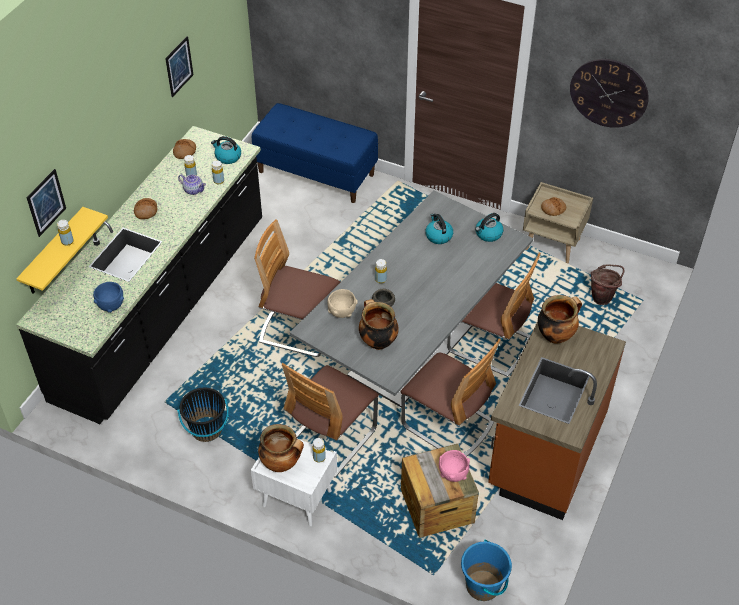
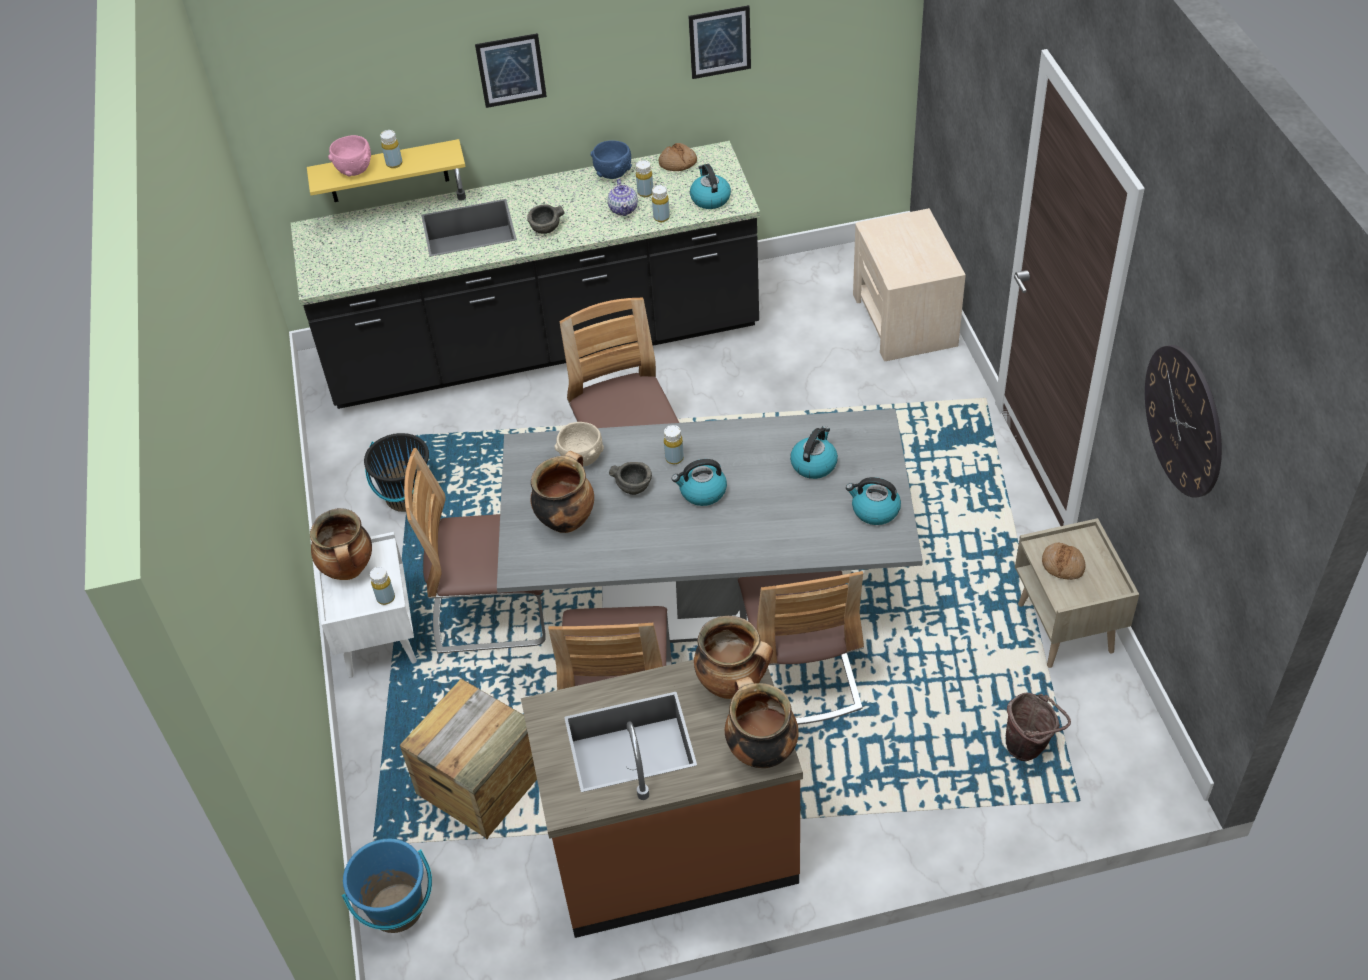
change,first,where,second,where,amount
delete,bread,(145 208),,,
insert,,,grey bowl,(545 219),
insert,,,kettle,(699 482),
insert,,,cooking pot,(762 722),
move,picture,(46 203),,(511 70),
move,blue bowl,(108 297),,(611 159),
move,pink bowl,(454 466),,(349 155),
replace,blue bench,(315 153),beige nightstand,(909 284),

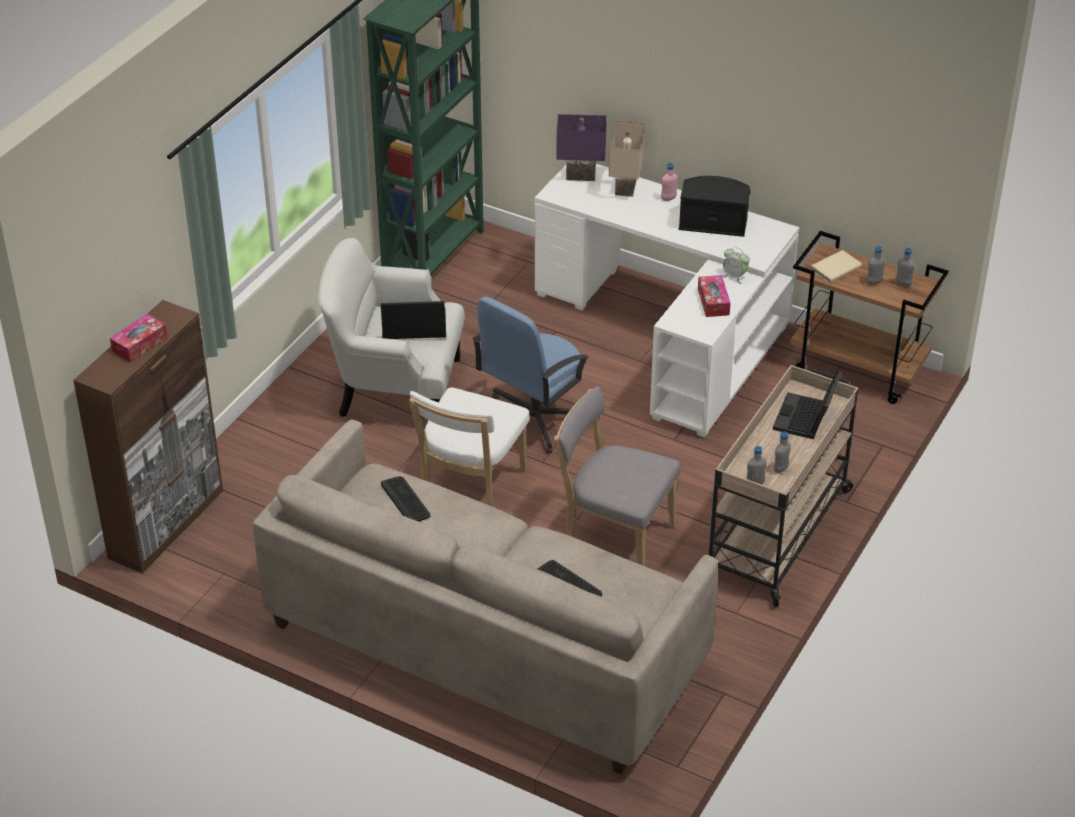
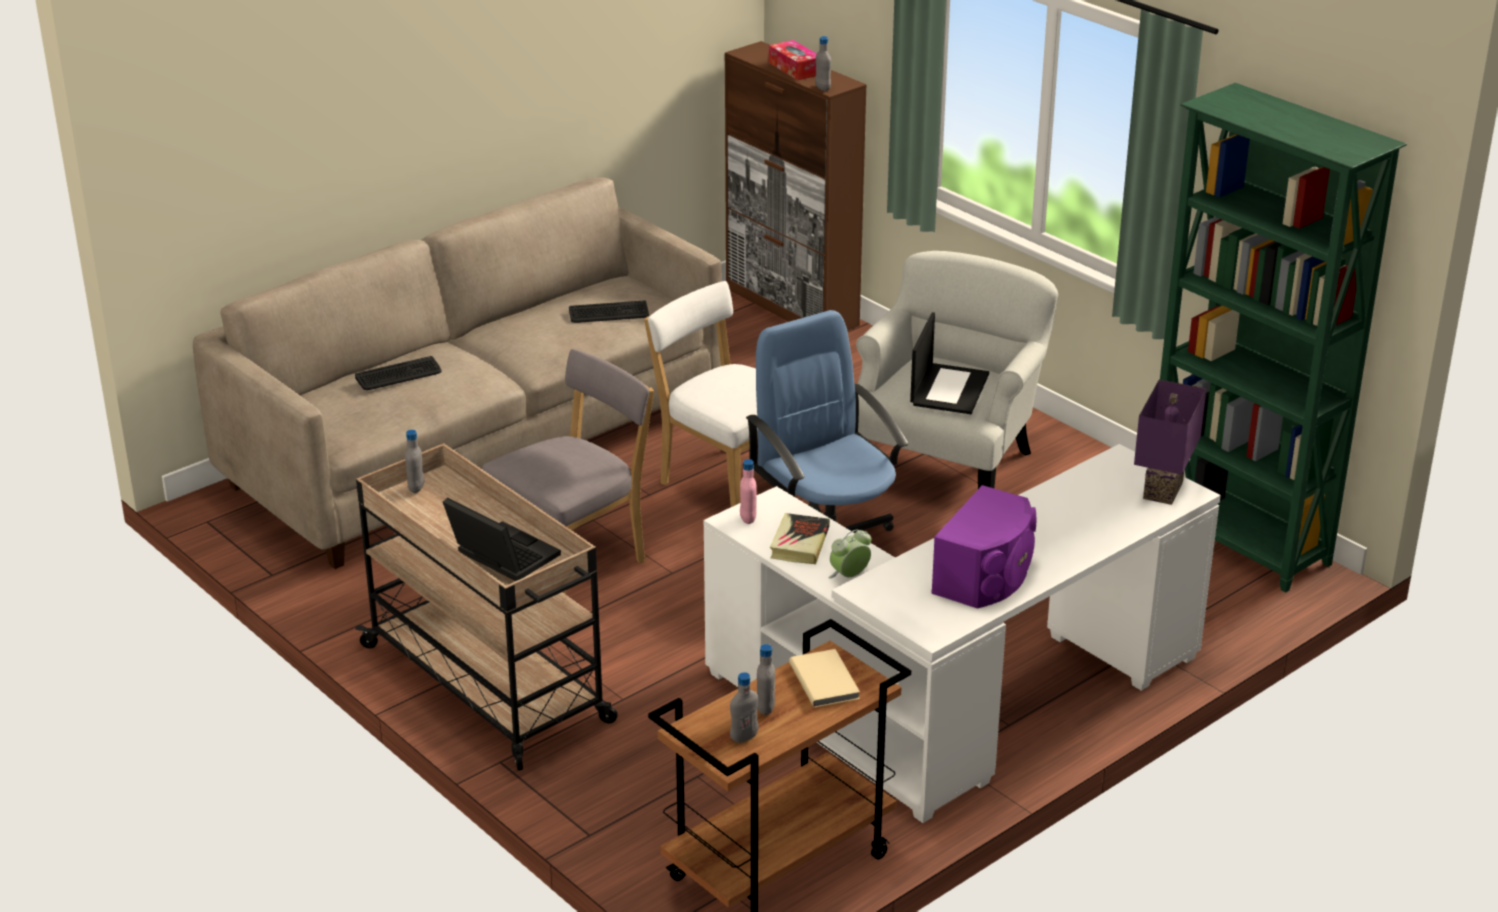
change,first,where,second,where,amount
delete,beige table lamp,(627 158),,,
move,pink bottle,(669 182),,(748 491),
move,grey bottle,(782 452),,(823 63),
replace,tissue box,(714 296),book,(800 538),
recolor,black speaker,(714 206),purple speaker,(983 546),

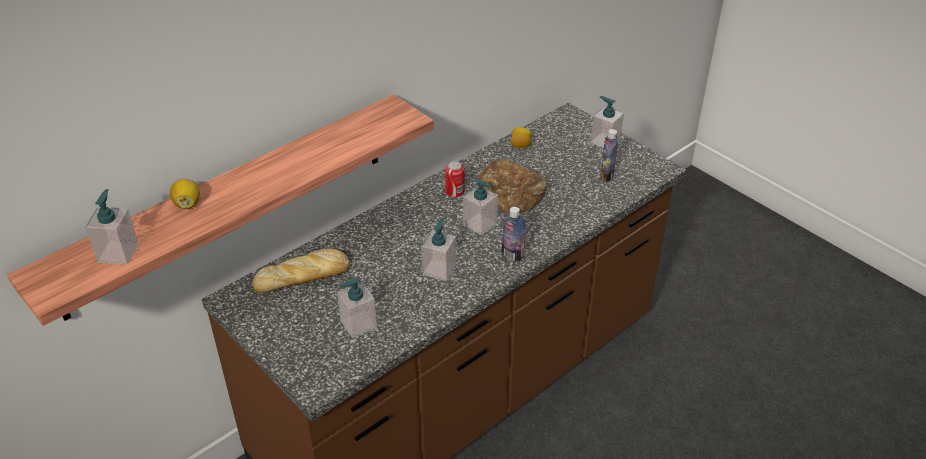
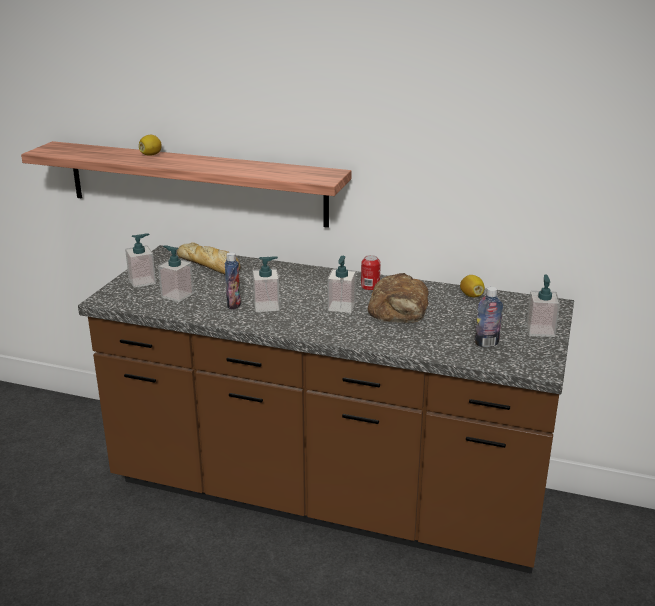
change,first,where,second,where,amount
move,soap dispenser,(112 227),,(140 260),
move,bottle,(514 234),,(233 280),

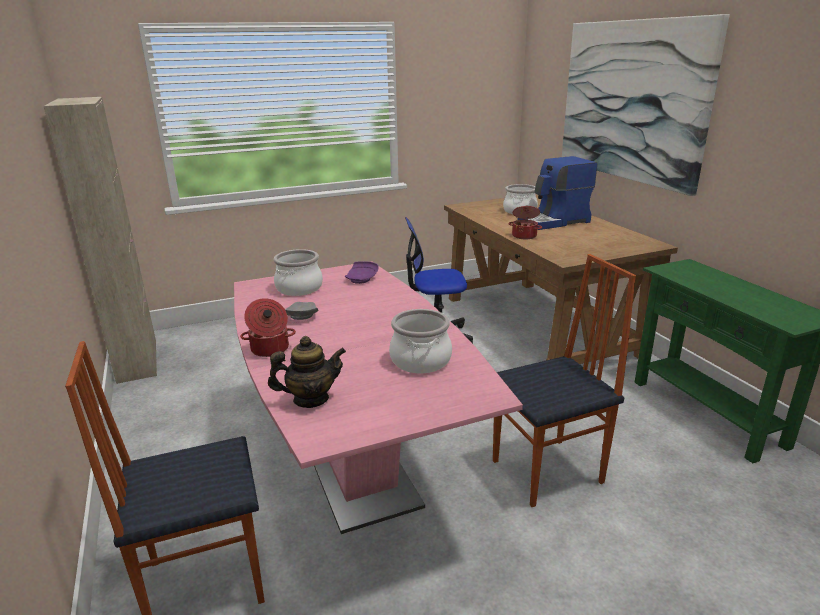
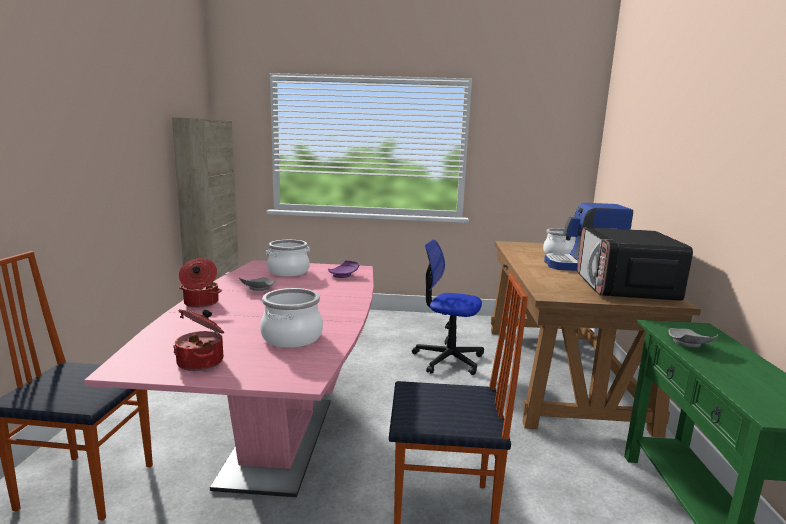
change,first,where,second,where,amount
delete,teapot,(307 372),,,
delete,picture,(646 105),,,
insert,,,microwave,(635 264),
insert,,,grey plate,(693 337),
move,cooking pot,(525 222),,(198 340),

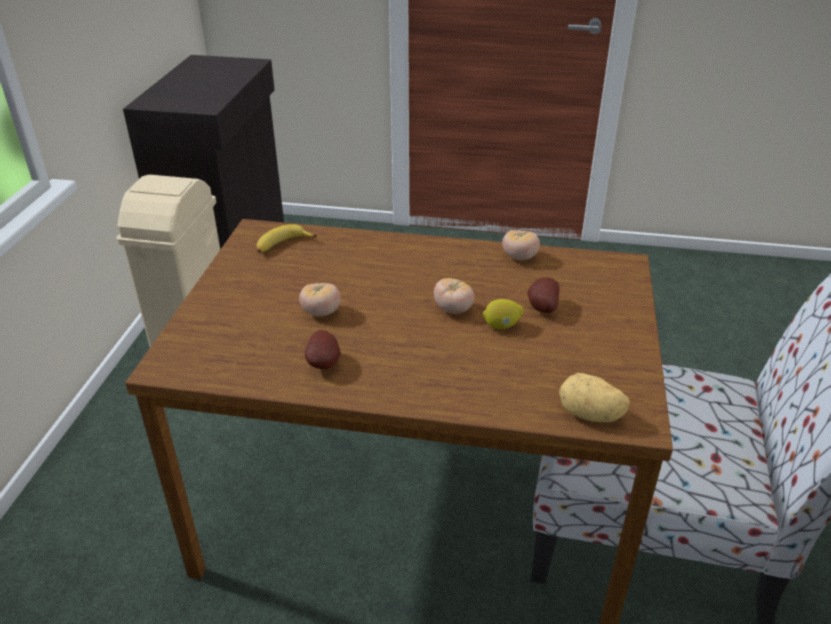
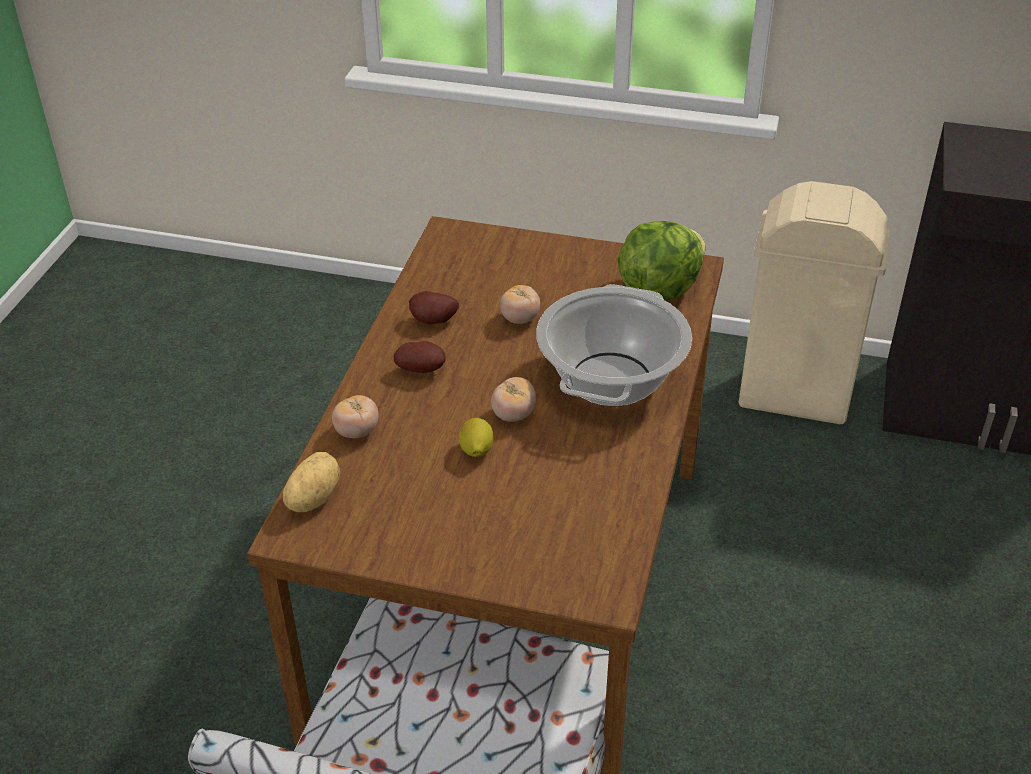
change,first,where,second,where,amount
insert,,,cooking pot,(614 345),
move,tomato,(521 245),,(355 416),
move,potato,(543 295),,(420 357),
replace,banana,(286 238),lettuce,(661 261),

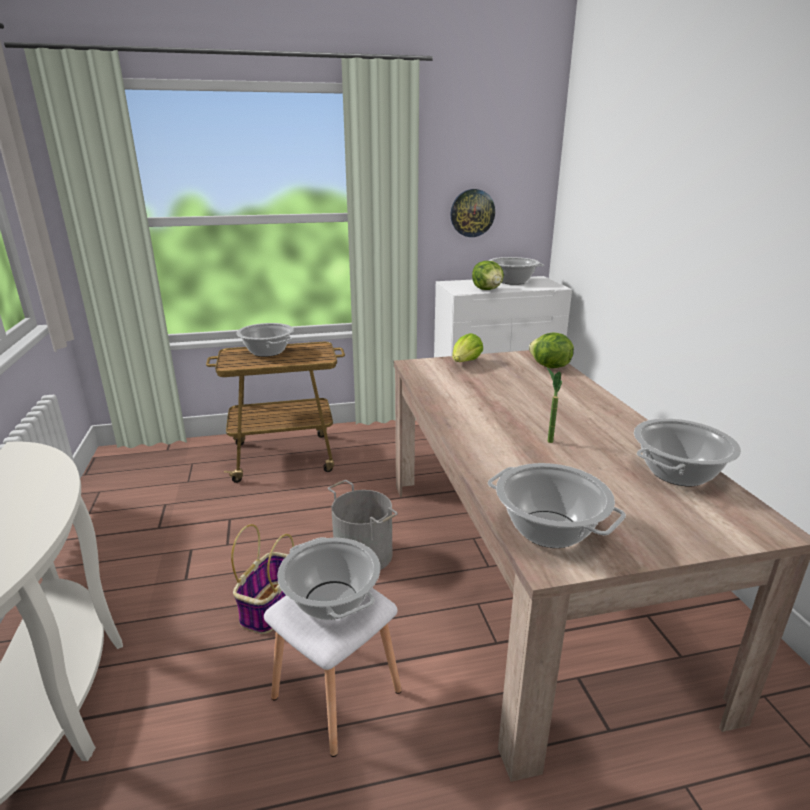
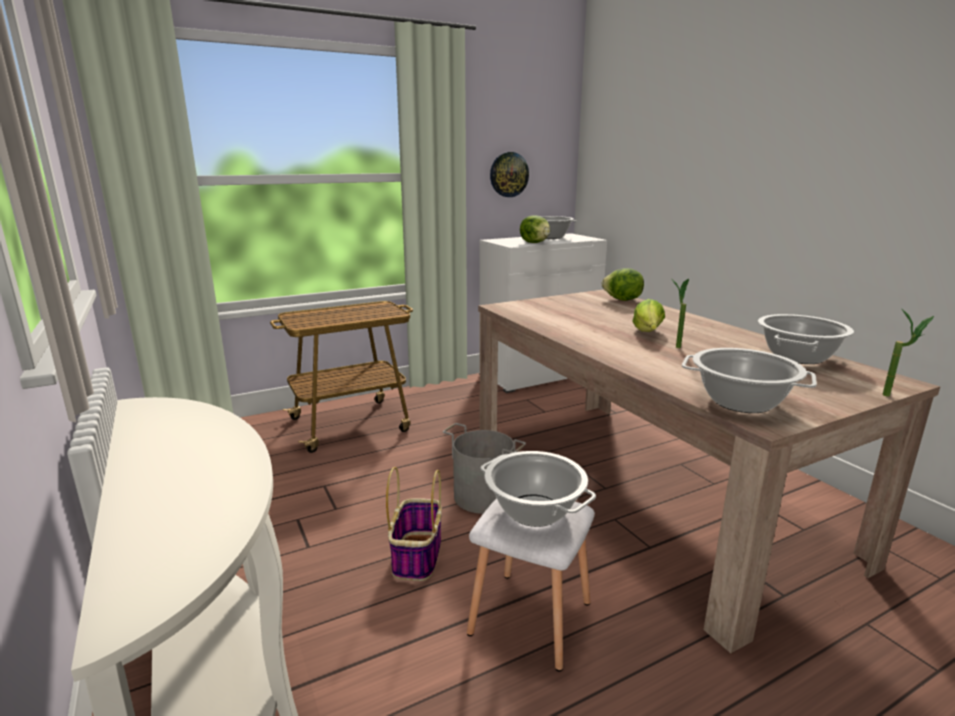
change,first,where,second,where,amount
delete,cooking pot,(265 340),,,
insert,,,potted plant,(908 352),
move,lettuce,(467 347),,(648 315),

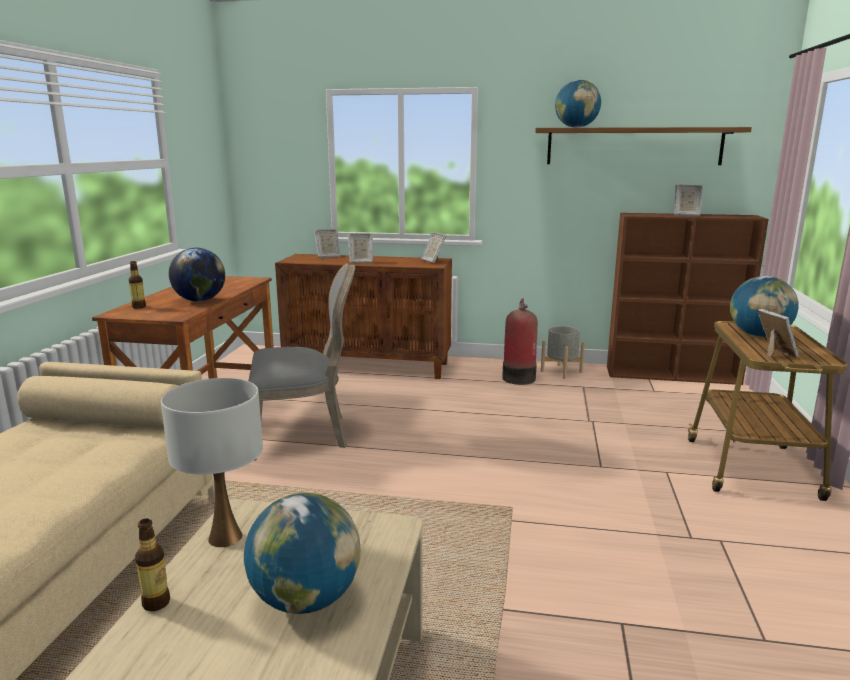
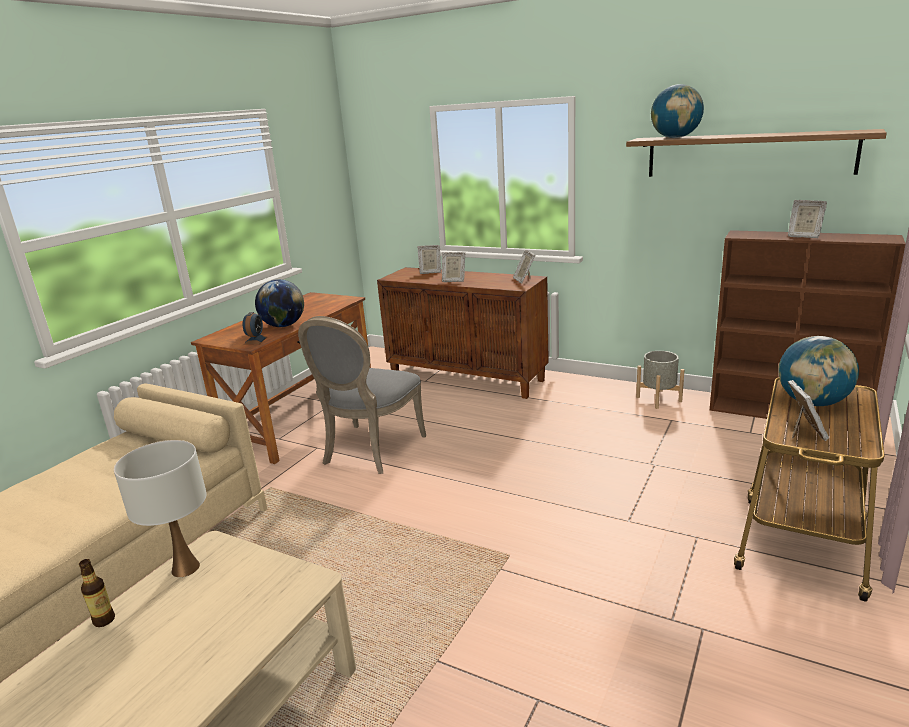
change,first,where,second,where,amount
delete,bottle,(137 285),,,
delete,globe,(302 553),,,
delete,fire extinguisher,(520 341),,,
insert,,,alarm clock,(255 328),
rotate,grey chair,(302 362),,(362 395),105 degrees clockwise

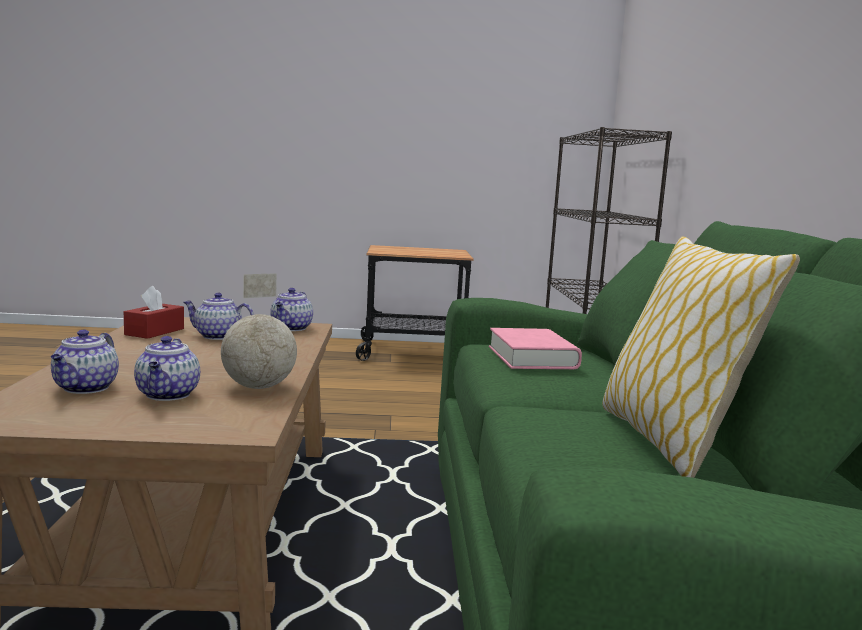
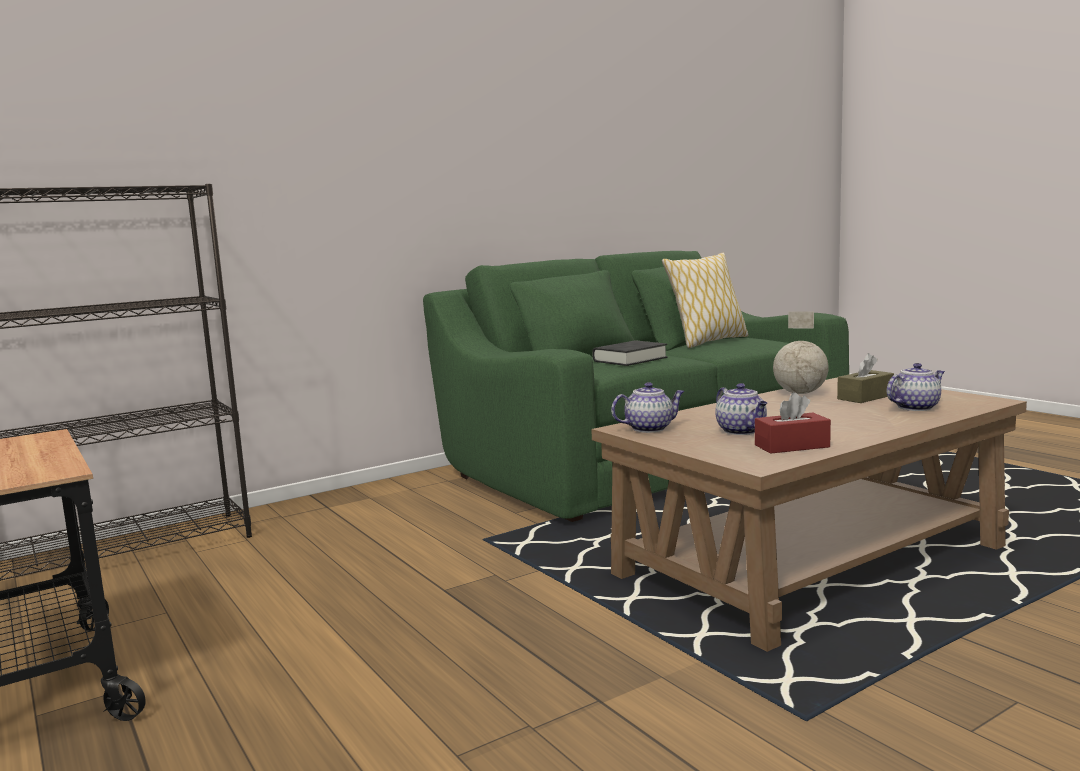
change,first,where,second,where,amount
replace,teapot,(167 368),brown tissue box,(865 378),
recolor,pink book,(535 348),black book,(629 353),

